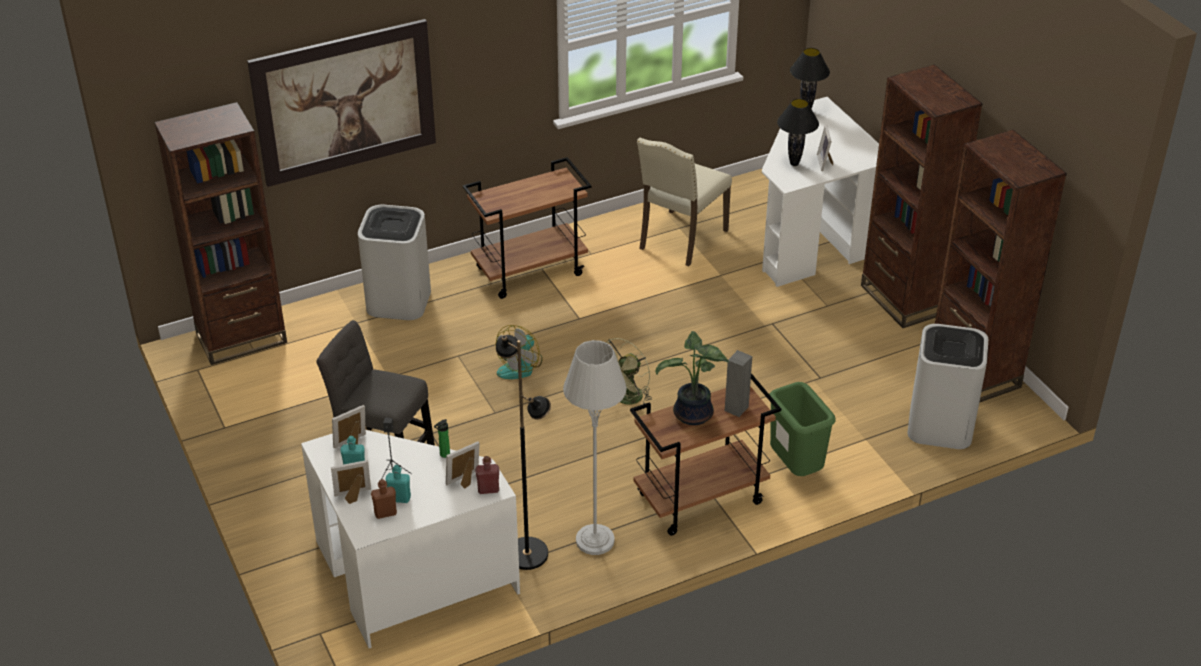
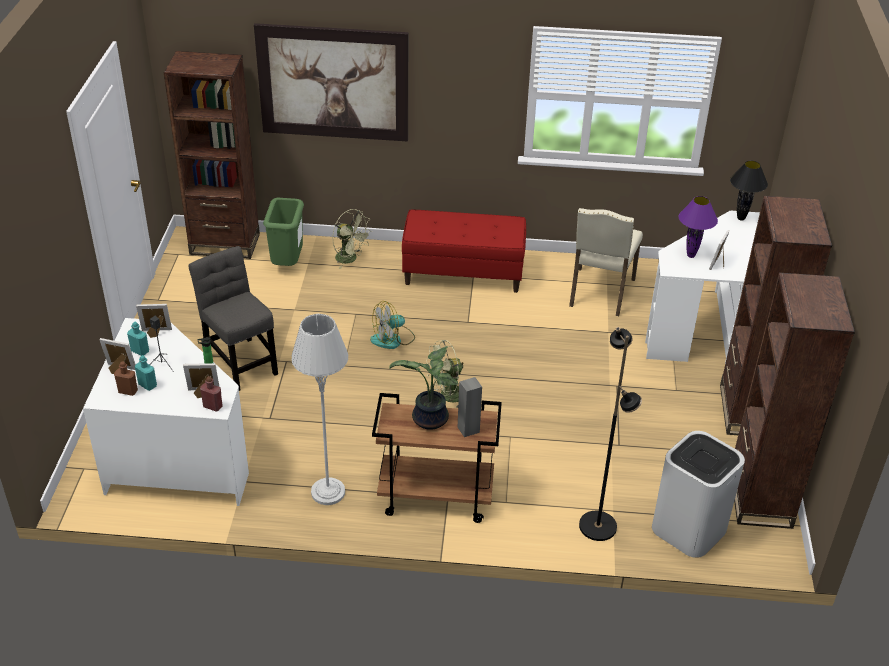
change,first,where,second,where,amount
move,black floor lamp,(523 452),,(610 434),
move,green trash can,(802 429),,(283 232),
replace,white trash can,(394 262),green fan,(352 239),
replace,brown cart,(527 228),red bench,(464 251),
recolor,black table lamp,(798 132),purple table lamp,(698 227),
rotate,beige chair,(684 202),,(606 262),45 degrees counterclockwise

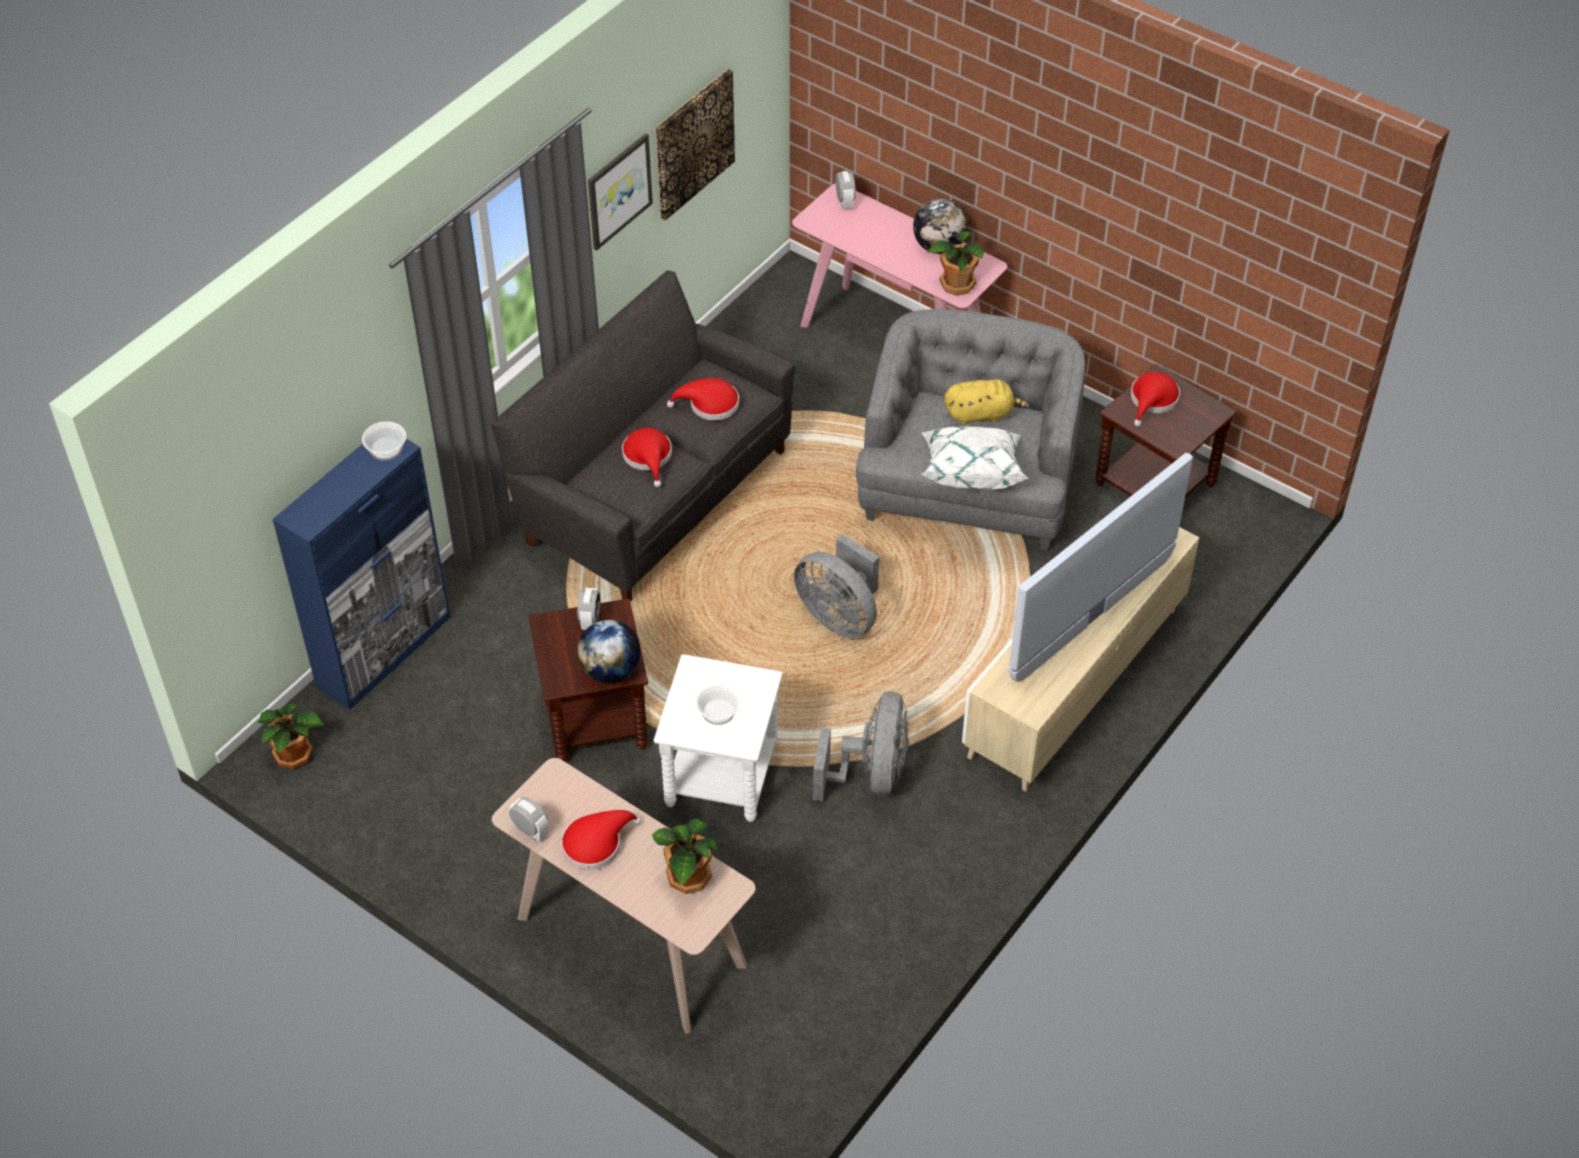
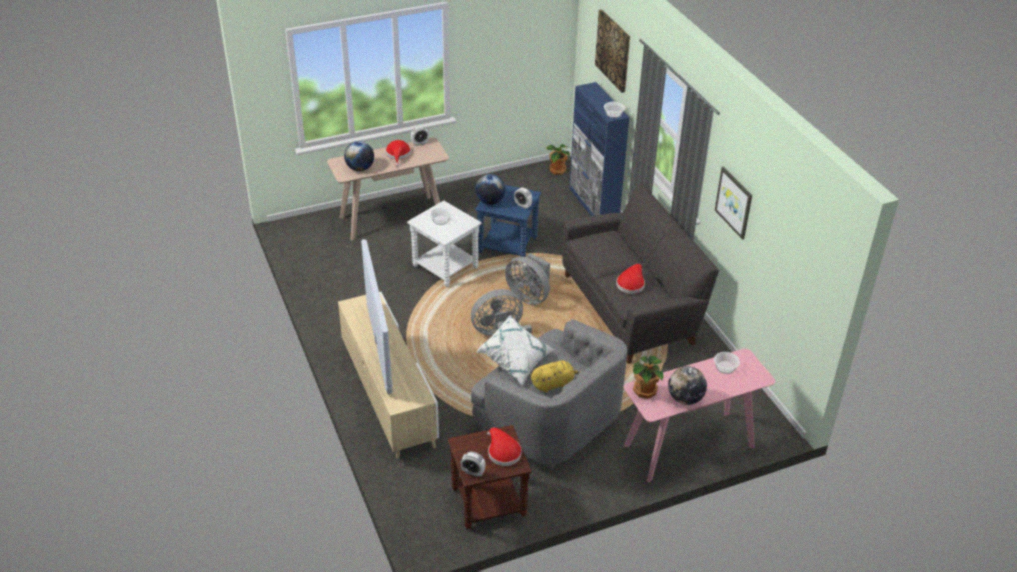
change,first,where,second,where,amount
delete,red hat,(647 457),,,
insert,,,bowl,(727 363),
move,picture,(695 144),,(612 51),
move,grey fan,(861 746),,(527 279),
move,alarm clock,(846 190),,(473 464),
replace,potted plant,(684 856),globe,(359 156),
recolor,brown side table,(588 680),blue side table,(508 221),
rotate,yellow plush toy,(987 402),,(556 376),135 degrees counterclockwise

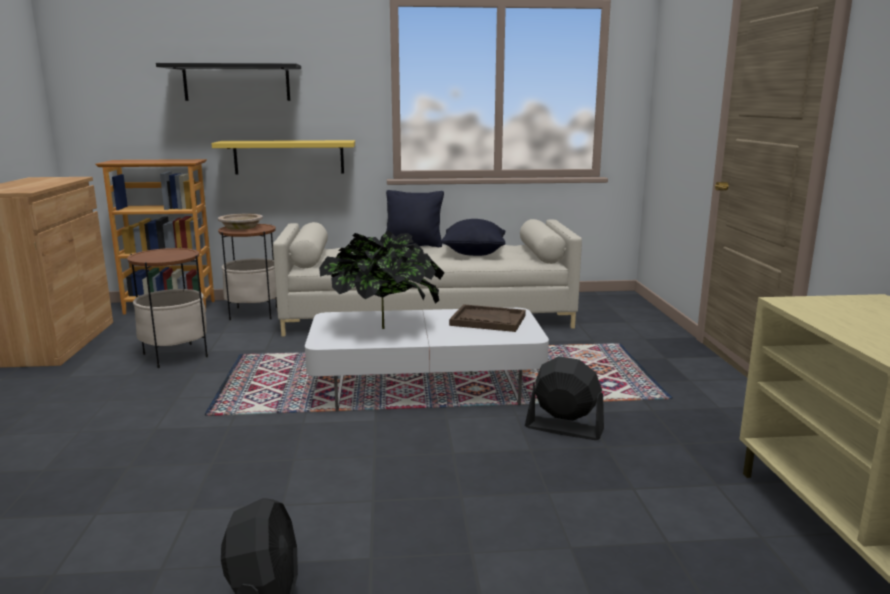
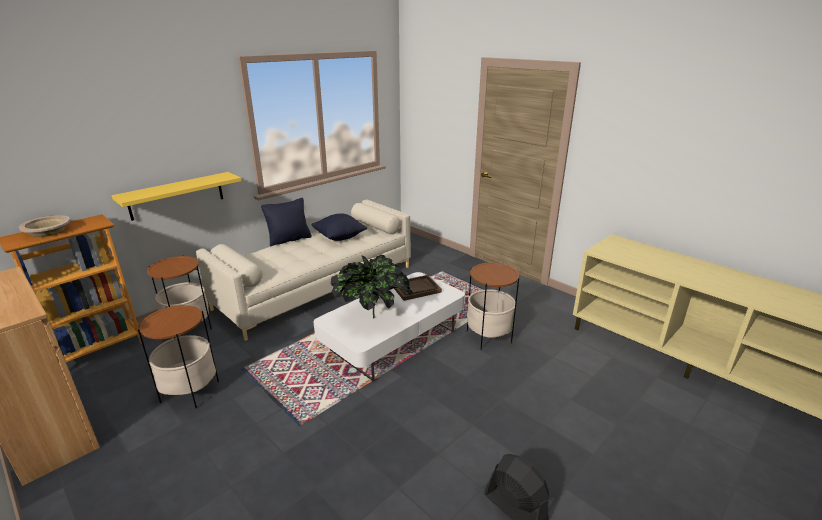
change,first,where,second,where,amount
delete,black shelf,(228 82),,,
move,beige bowl,(240 222),,(44 226),
replace,black fan,(564 398),side table,(493 306),

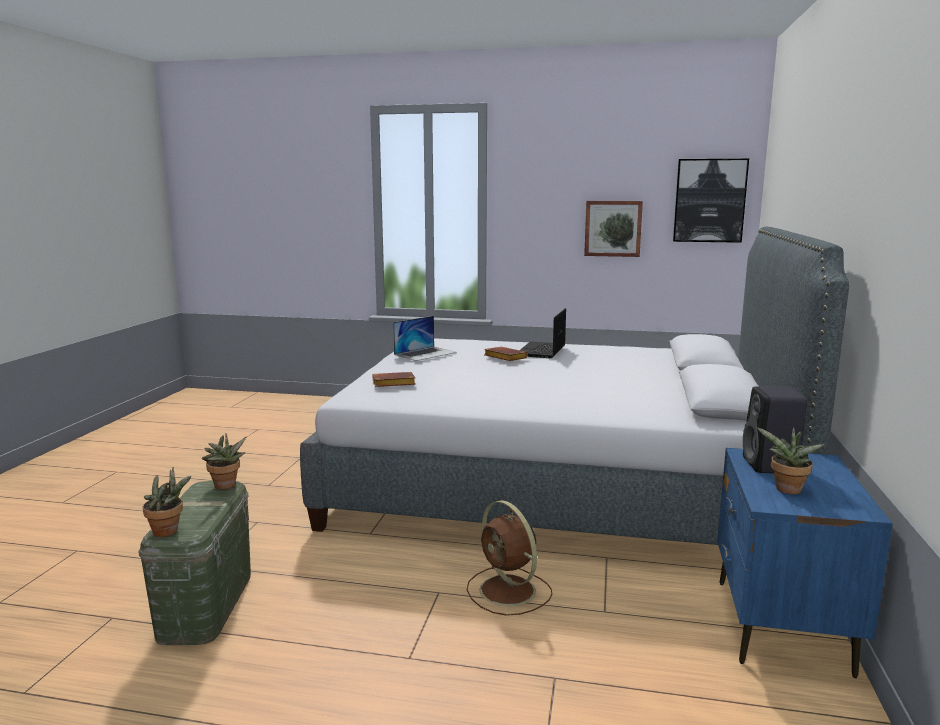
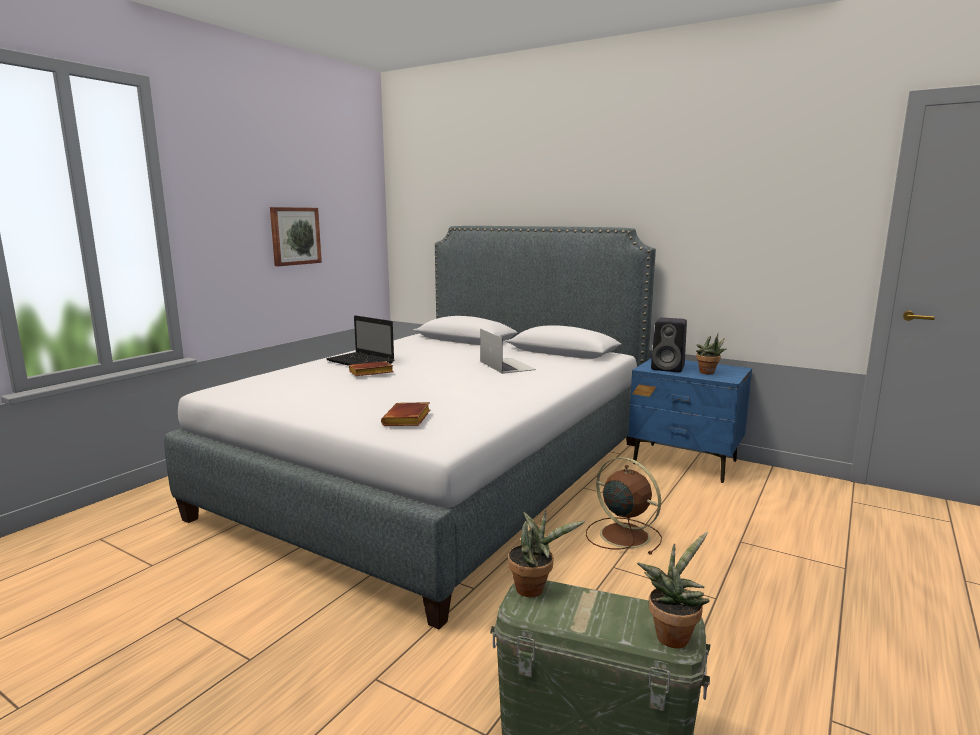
change,first,where,second,where,amount
delete,picture,(711 201),,,
move,laptop,(425 338),,(508 351),
rotate,brown fan,(509 558),,(624 506),120 degrees counterclockwise

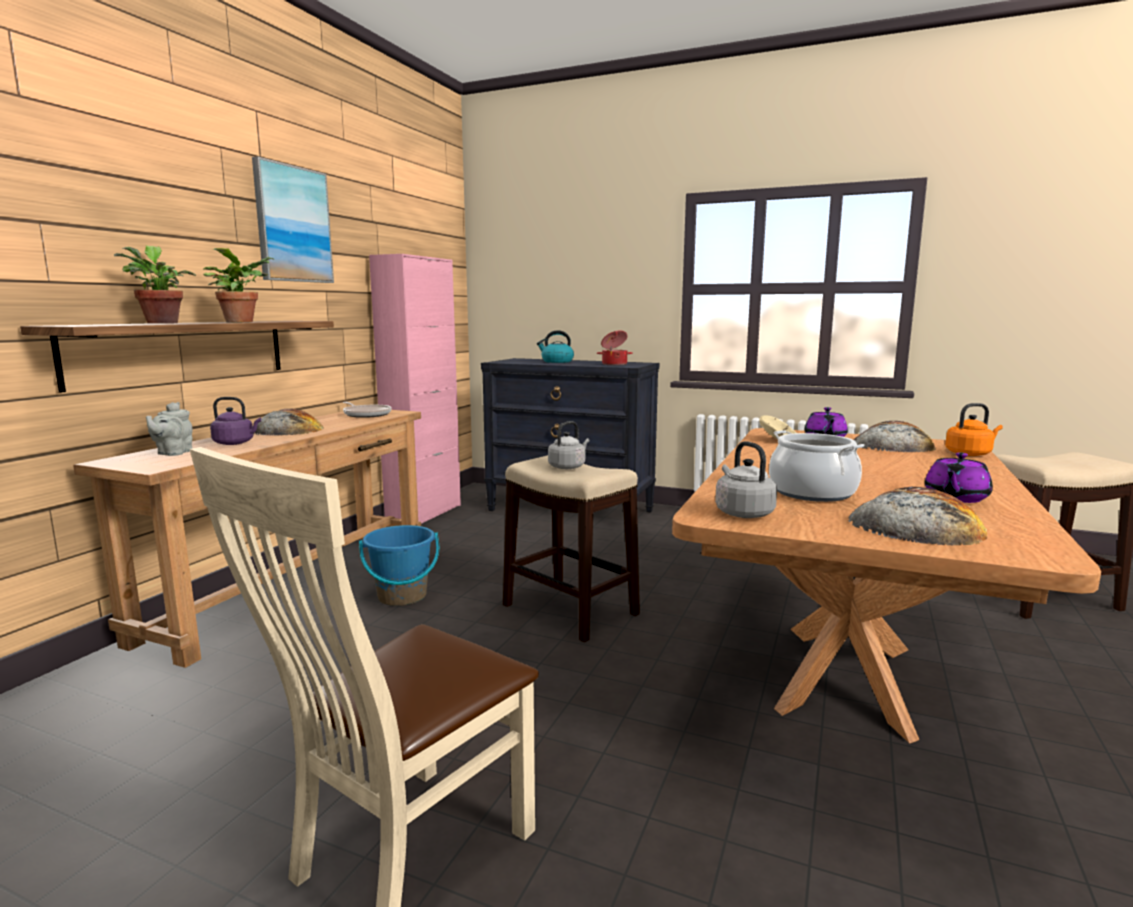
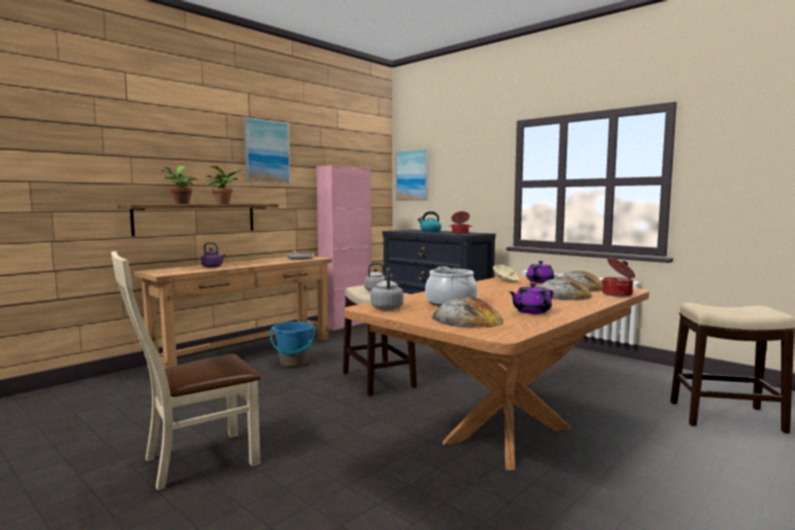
change,first,where,second,where,amount
delete,grey teapot,(169 429),,,
insert,,,picture,(412 175),
move,bread,(288 422),,(565 288),
replace,orange kettle,(974 429),cooking pot,(618 277),

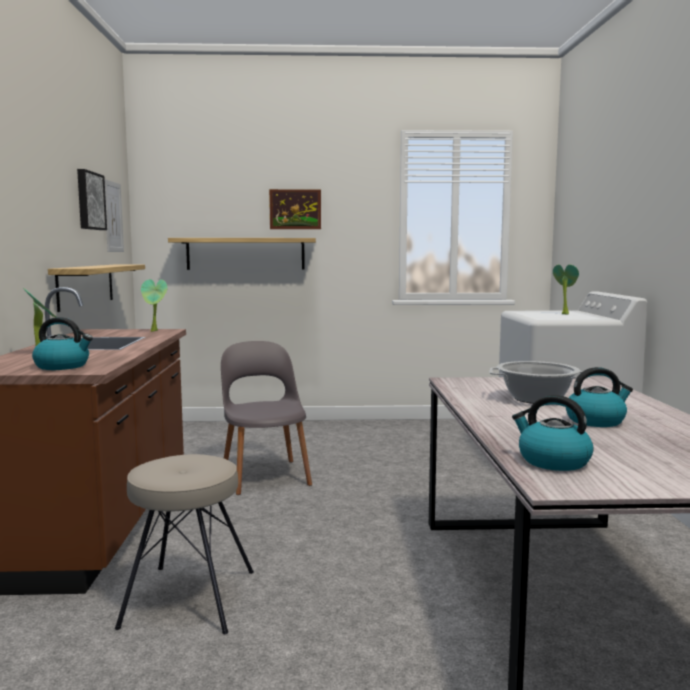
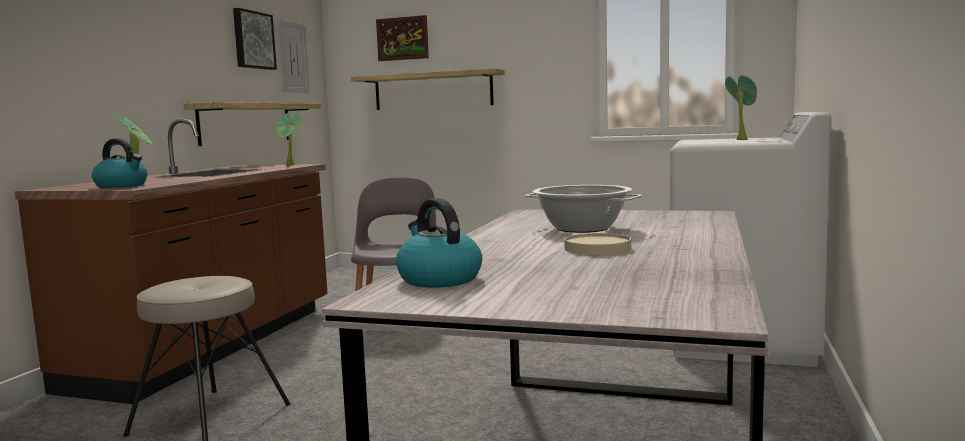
change,first,where,second,where,amount
move,picture,(295 209),,(402 38),
replace,kettle,(599 397),beige plate,(597 244),

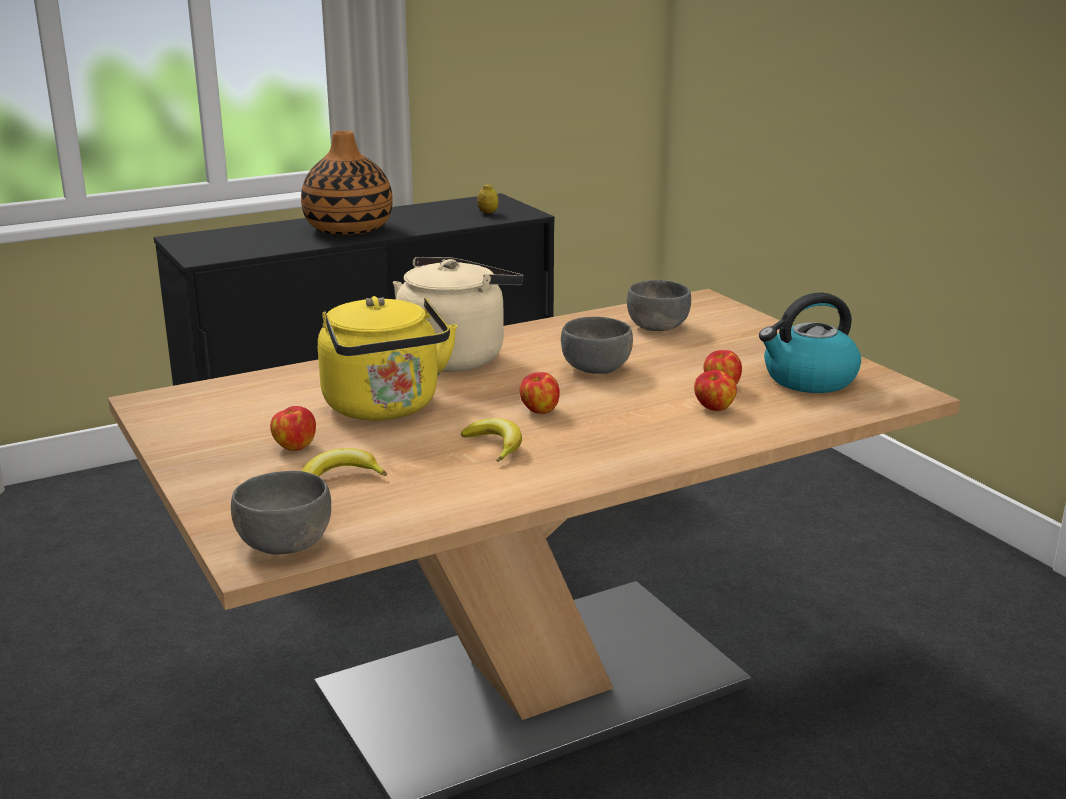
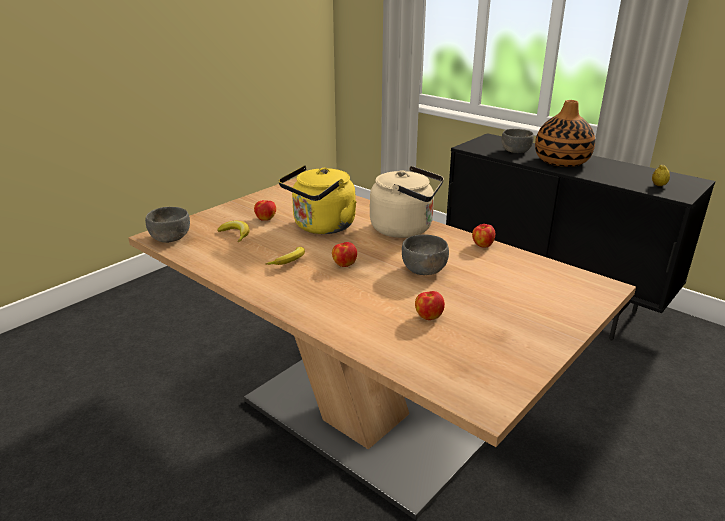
change,first,where,second,where,amount
delete,kettle,(810 342),,,
move,grey bowl,(659 305),,(517 141),
move,apple,(715 390),,(483 236),

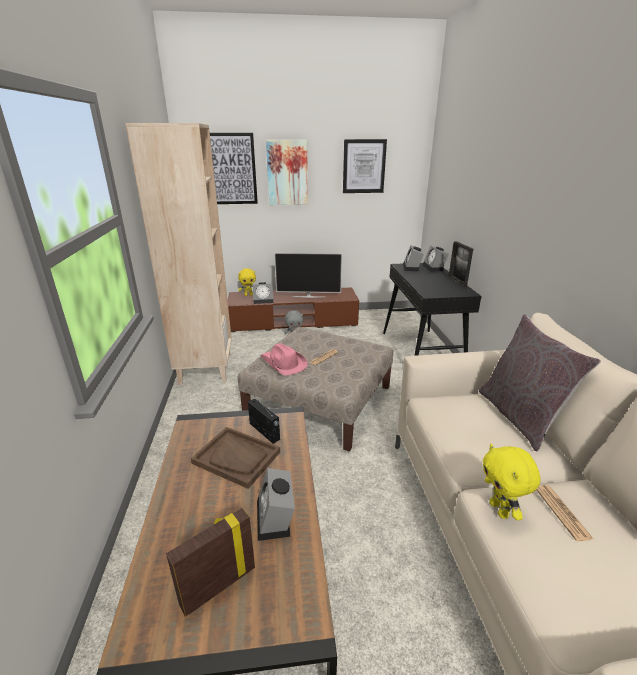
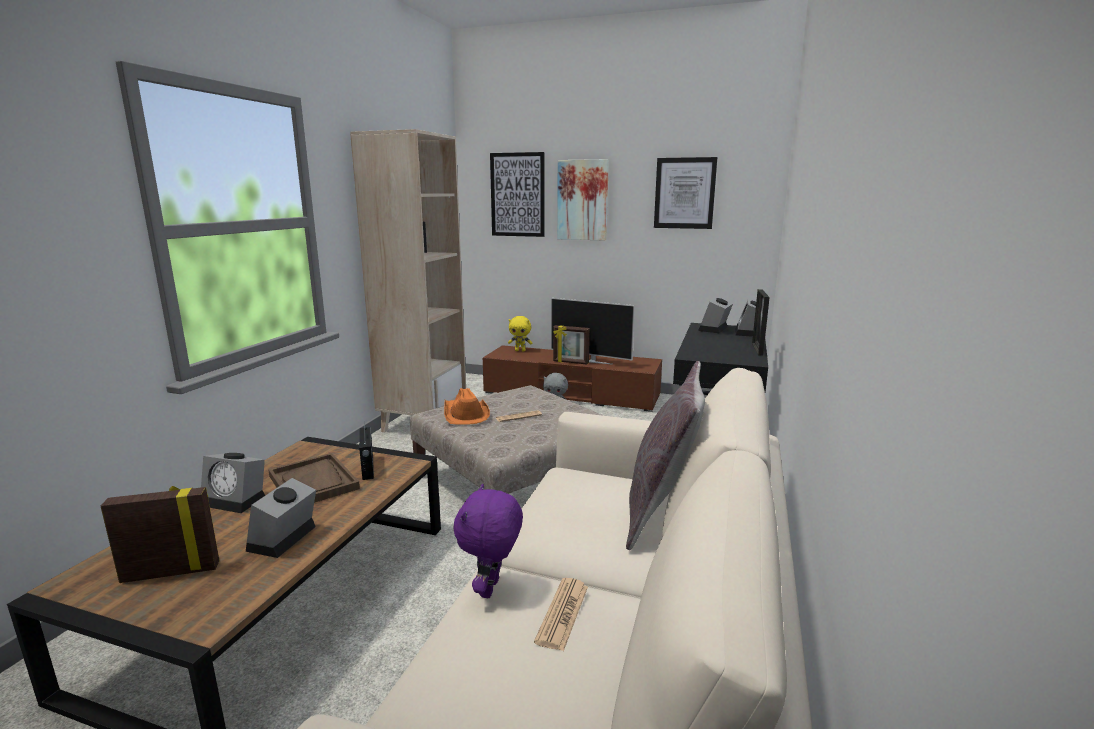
change,first,where,second,where,amount
insert,,,picture frame,(571 344),
move,alarm clock,(262 293),,(233 483),
recolor,pink hat,(284 359),orange hat,(467 406),
recolor,yellow plush toy,(512 482),purple plush toy,(488 541),

